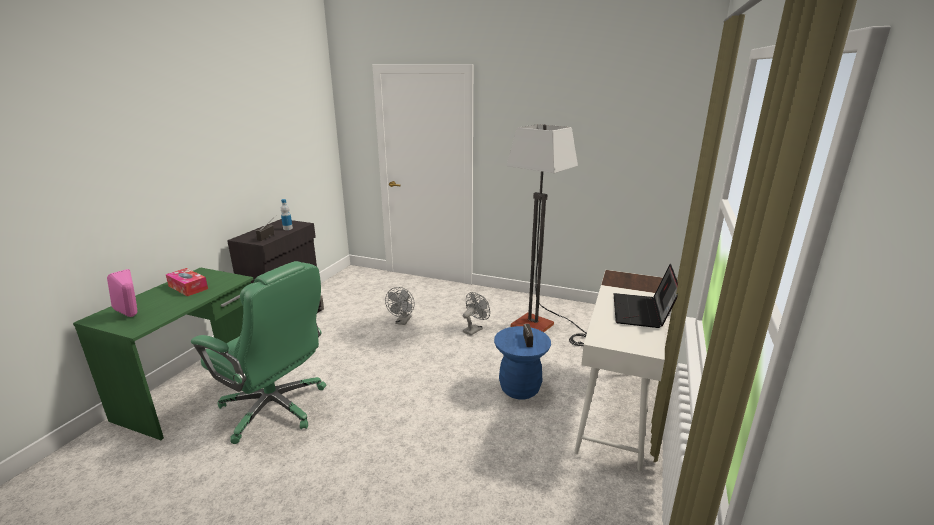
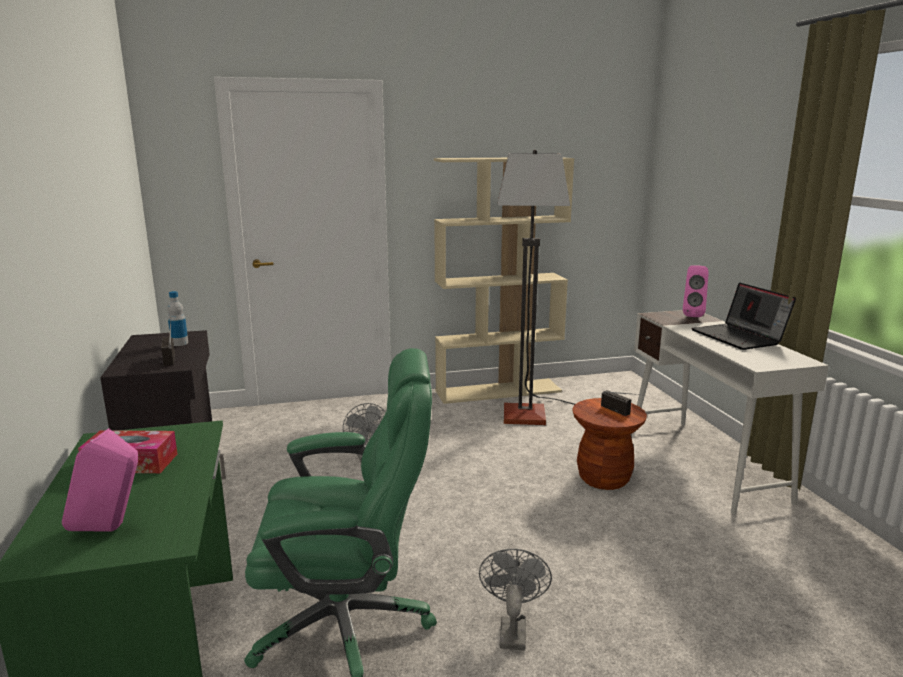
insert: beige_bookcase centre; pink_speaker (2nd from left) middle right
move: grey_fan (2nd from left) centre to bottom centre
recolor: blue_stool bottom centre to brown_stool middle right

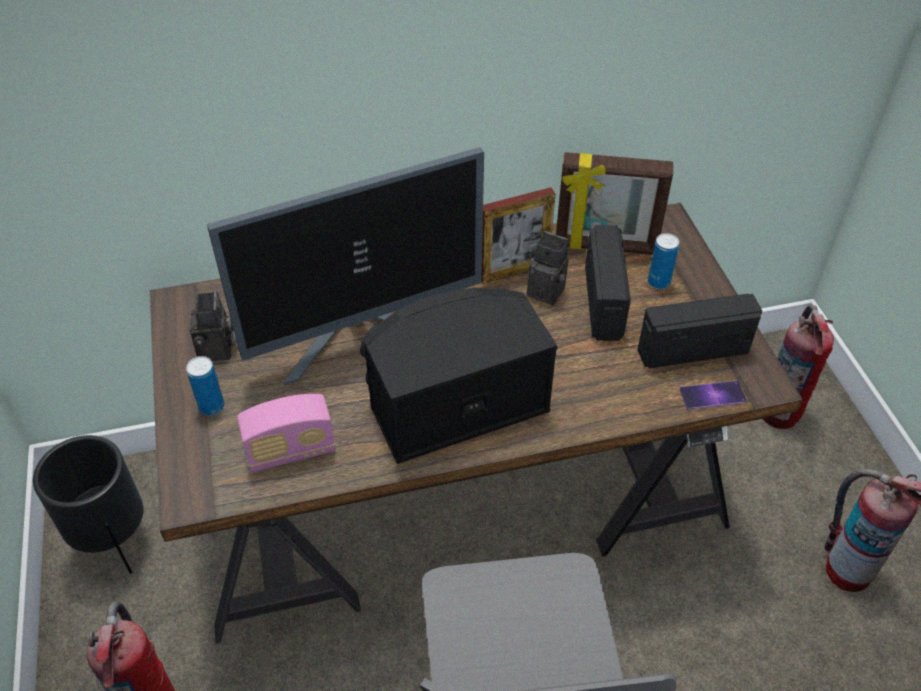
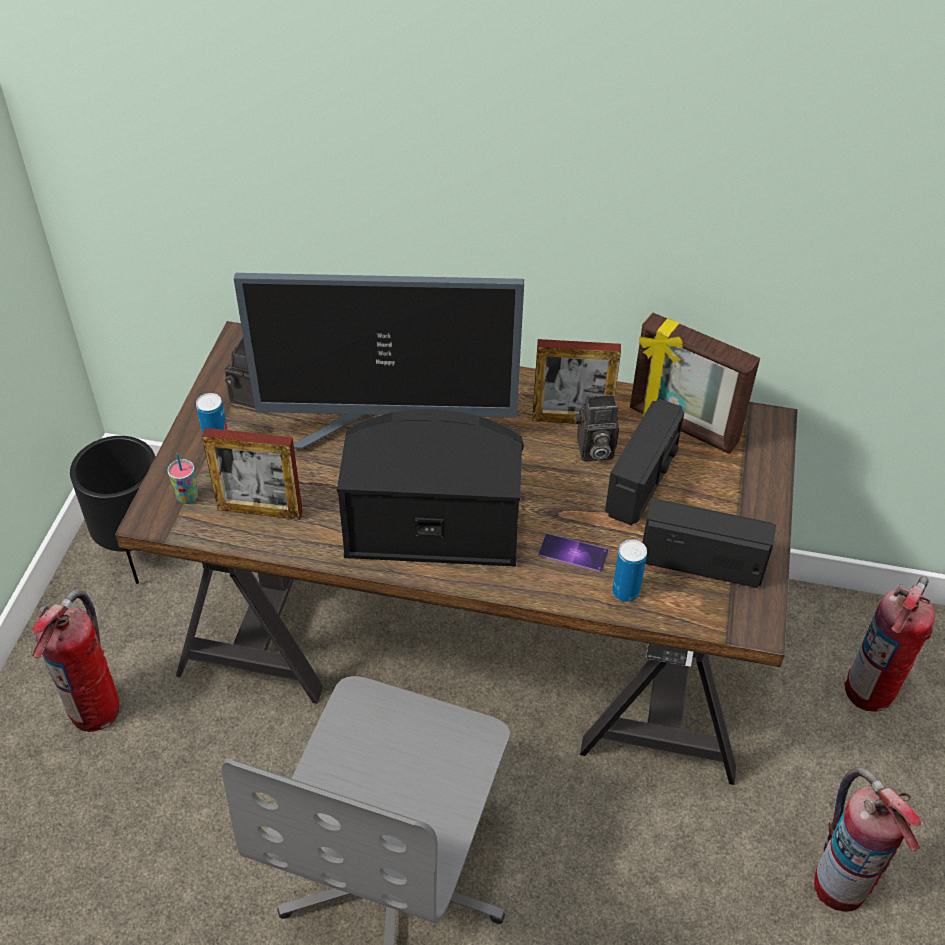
insert: cup middle left
move: can (2nd from left) middle right to centre; phone middle right to centre
replace: radio (1st from left) middle left to picture_frame (1st from left) middle left
rotate: photo_camera (2nd from left) centre = centre 120 degrees clockwise

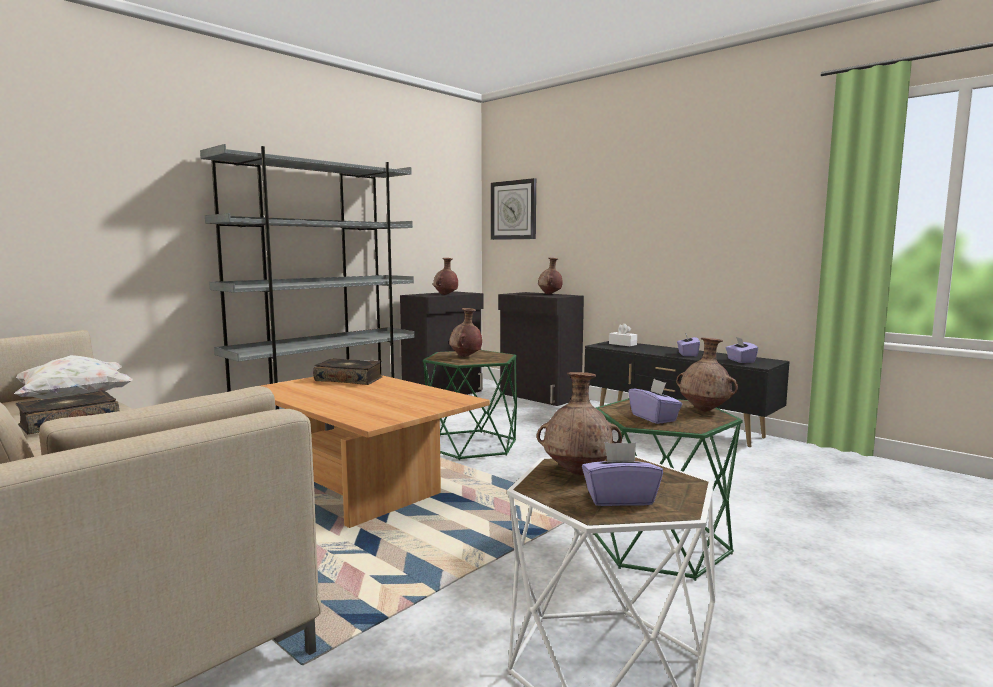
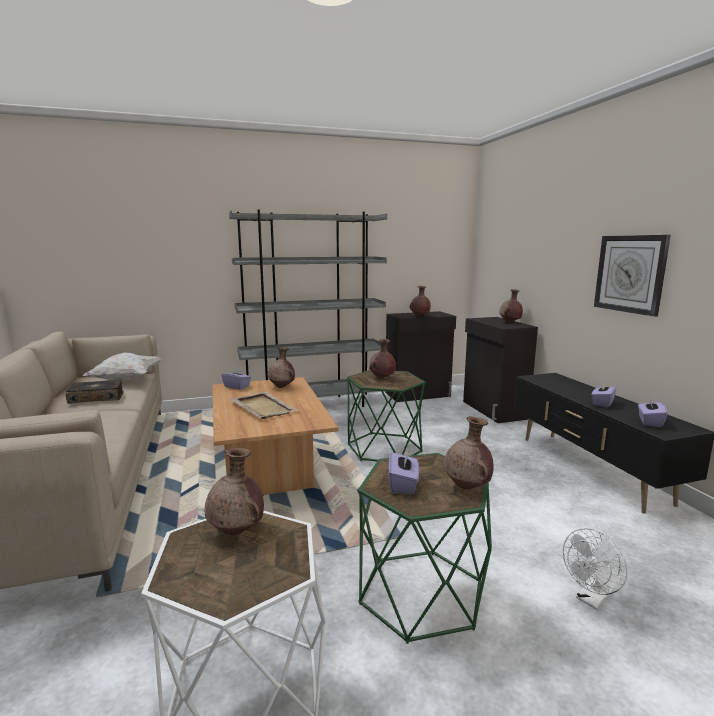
delete: white_tissue_box centre
insert: beige_tray centre; white_fan bottom right
move: wall_clock top centre to middle right; purple_tissue_box (1st from left) bottom centre to middle left
replace: book (2nd from left) centre to brown_vase (2nd from left) centre

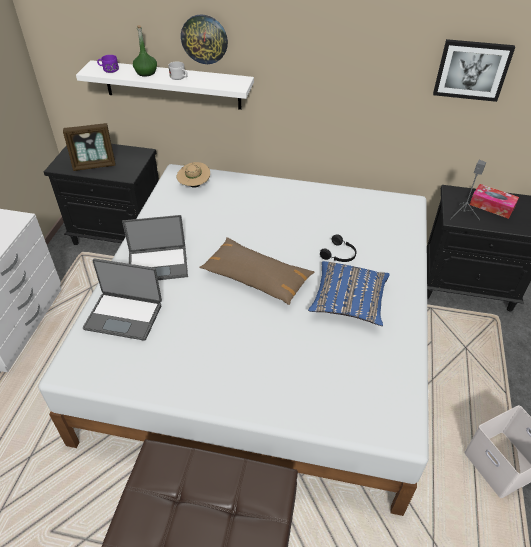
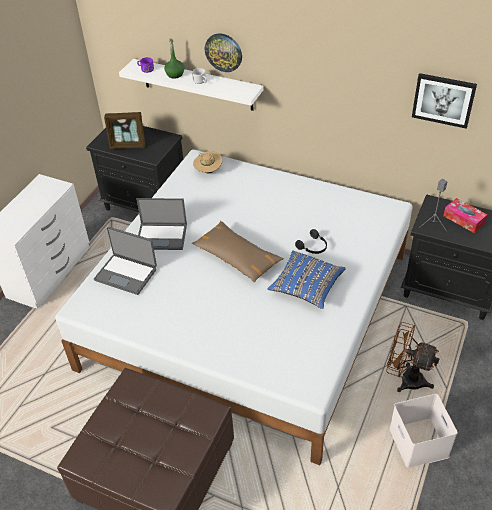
insert: brown_fan bottom right

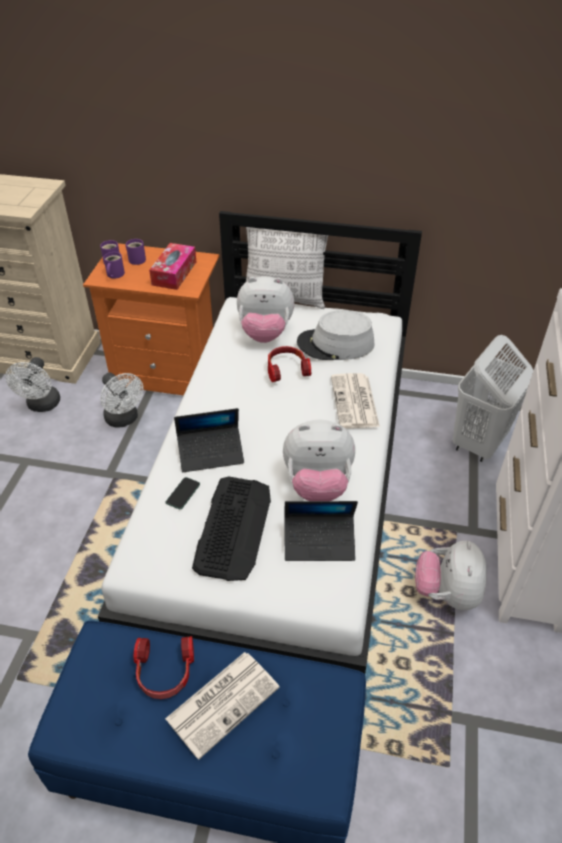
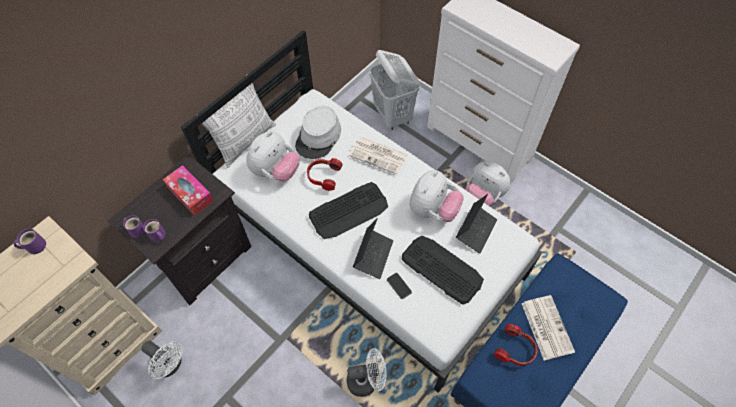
insert: keyboard (1st from left) centre
move: white_fan (2nd from left) middle left to bottom centre; purple_mug (3rd from left in the first image) top left to purple_mug (1st from left) middle left
recolor: orange_nightstand middle left to black_nightstand middle left

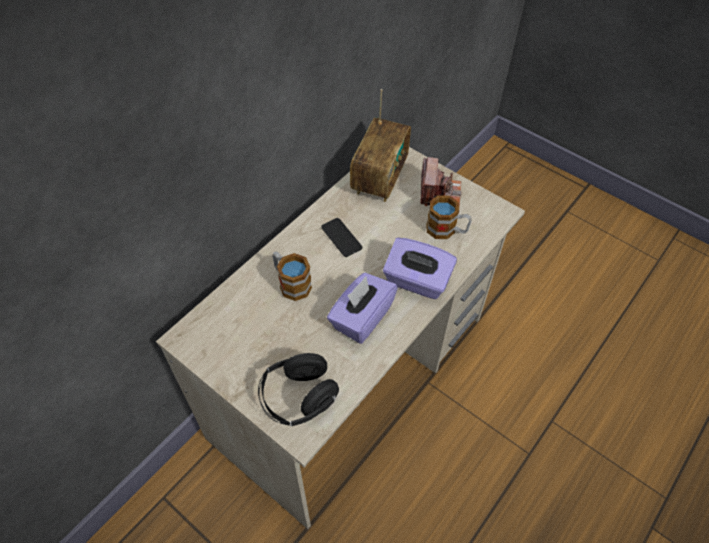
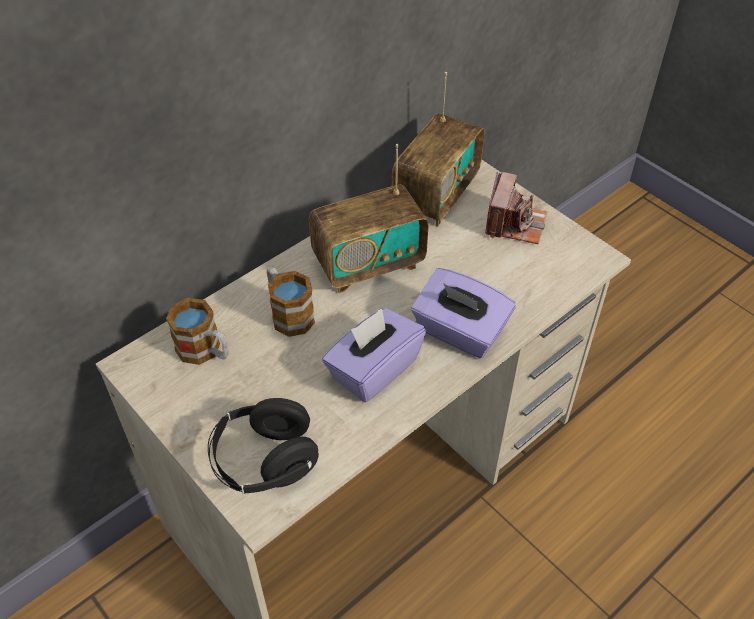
move: mug (2nd from left in the first image) centre to mug (1st from left) middle left
replace: phone centre to radio (1st from left) centre

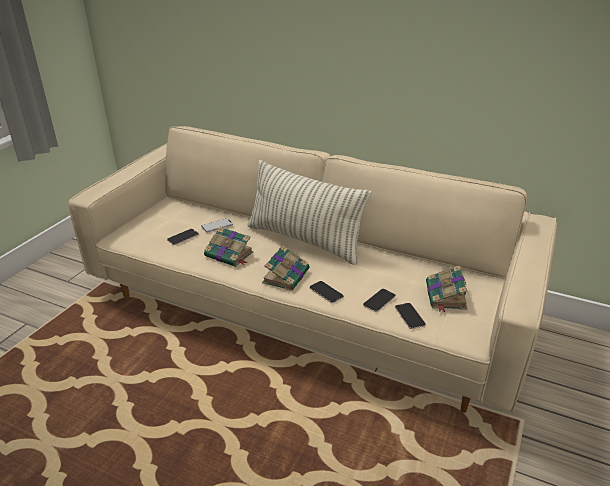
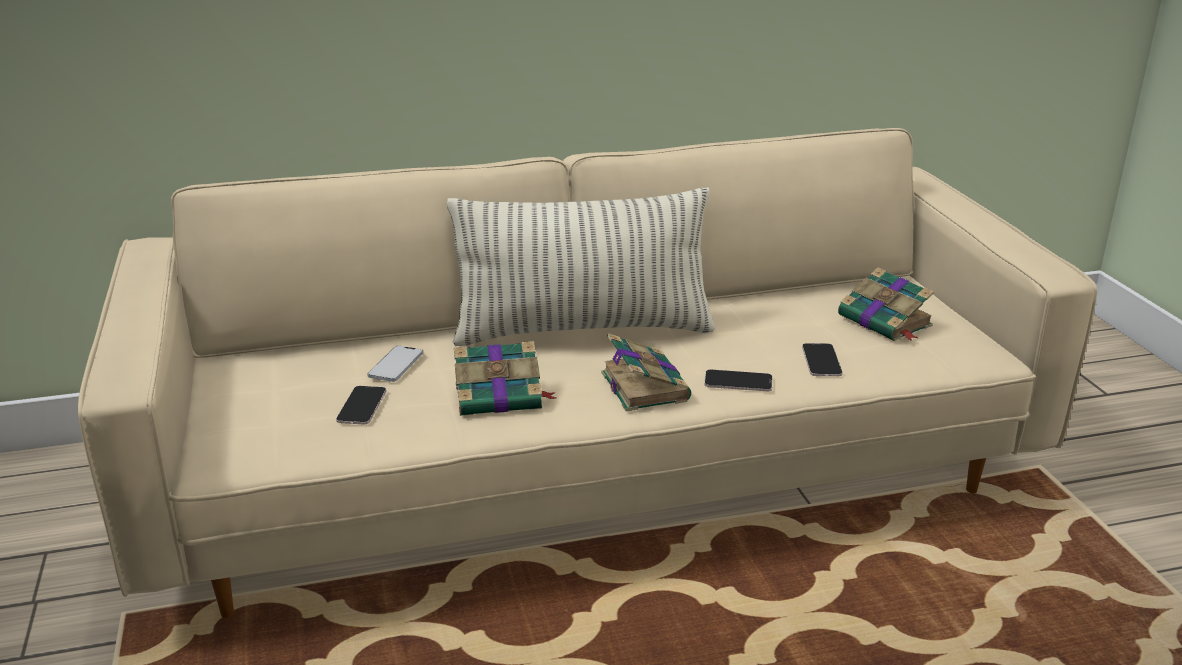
delete: phone (5th from left) middle right

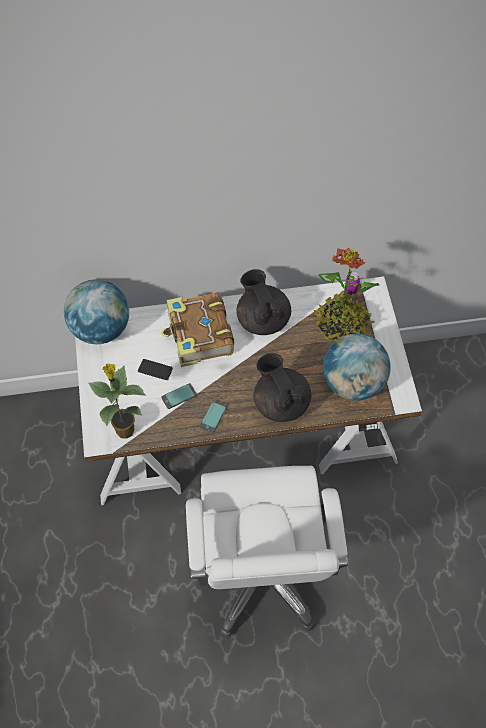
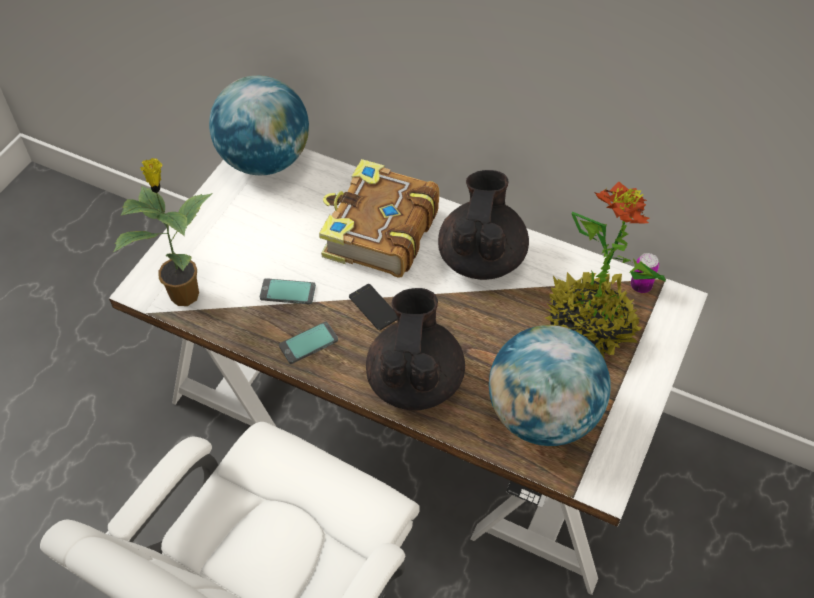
move: phone (1st from left in the first image) middle left to phone (3rd from left) centre

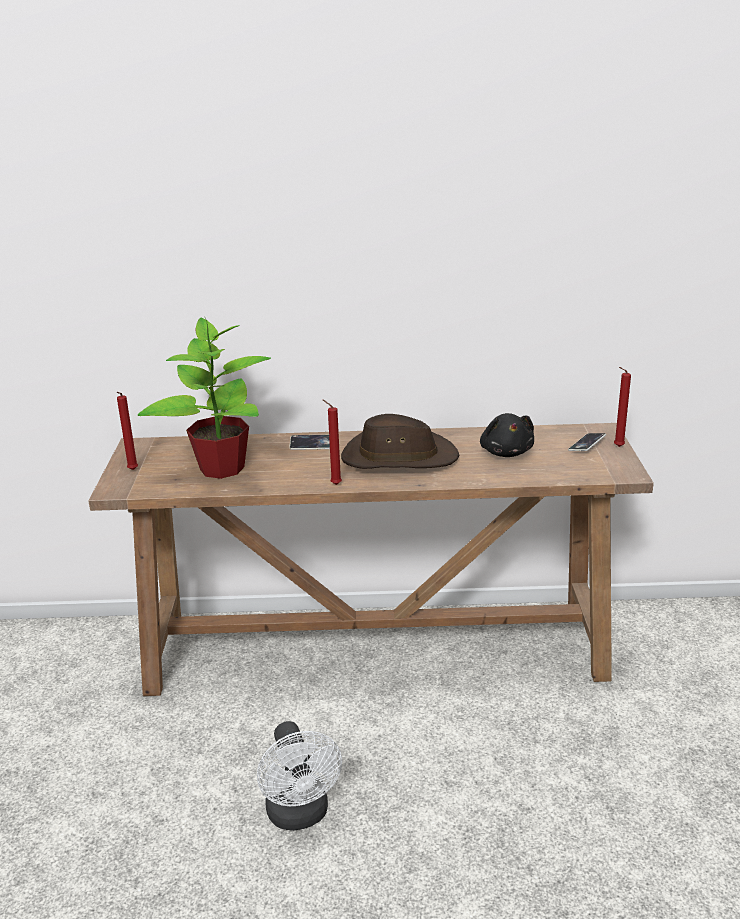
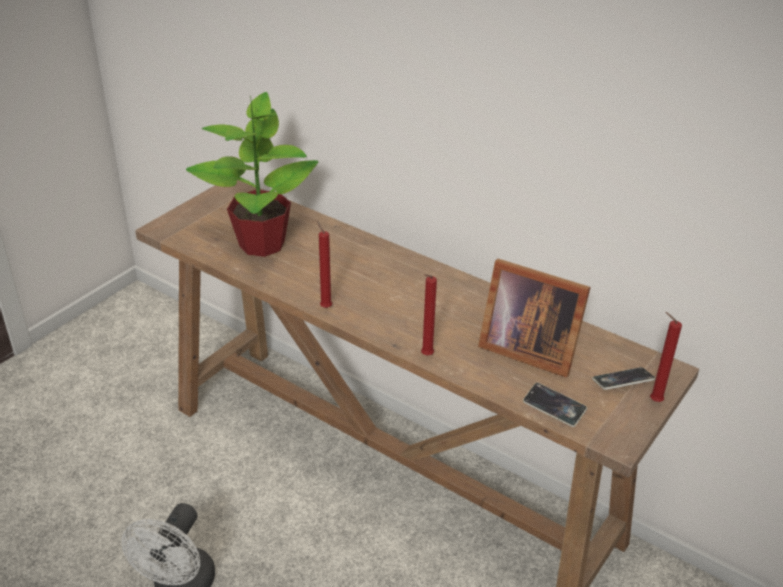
delete: brown_hat centre
move: red_candle (1st from left in the first image) middle left to red_candle (2nd from left) centre; phone (1st from left) centre to bottom right
replace: black_plush_toy middle right to picture_frame middle right

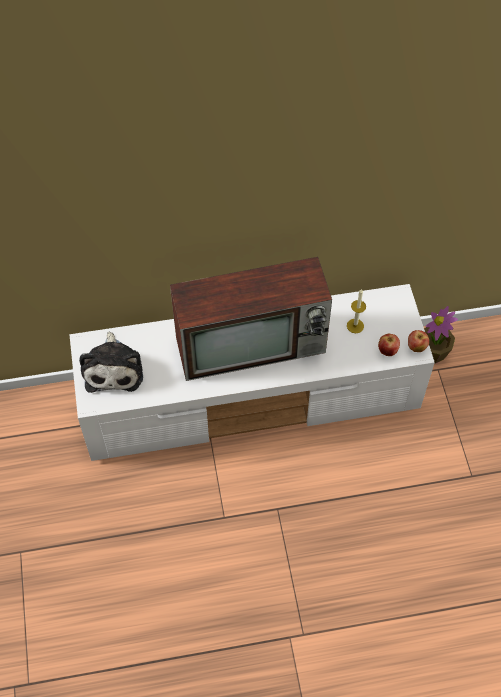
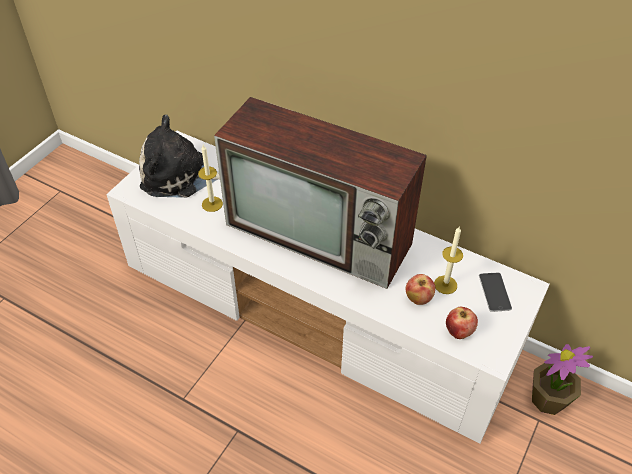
insert: candle (1st from left) middle left; phone middle right
move: apple (2nd from left in the first image) middle right to apple (1st from left) centre
rotate: plush_toy middle left = top left 60 degrees clockwise

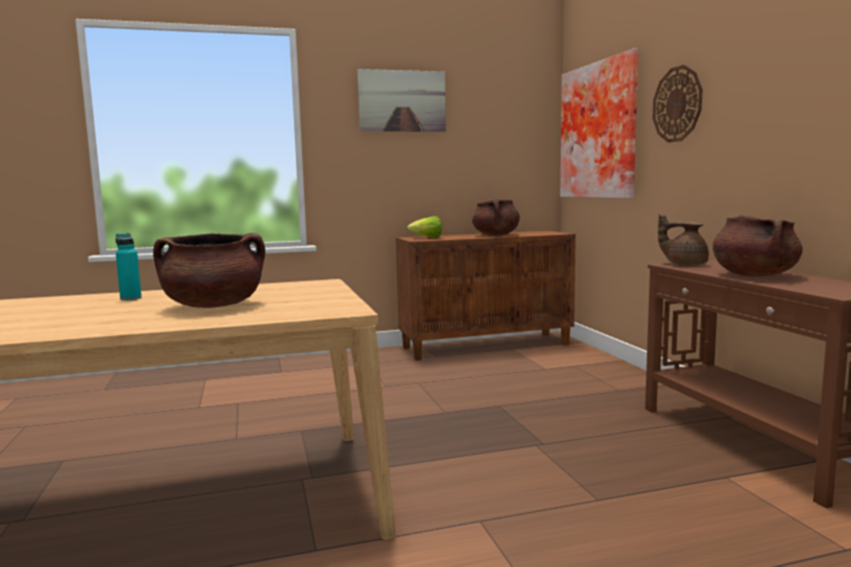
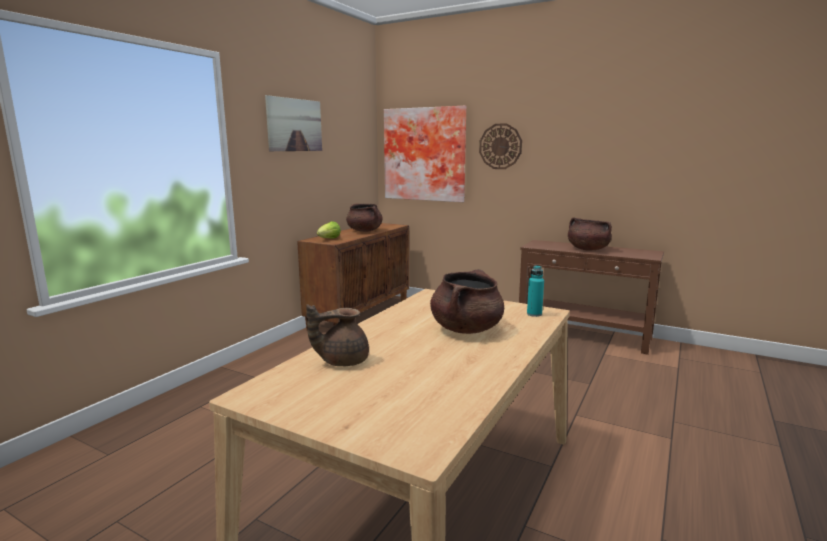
move: turquoise_bottle middle left to centre; brown_teapot middle right to centre

